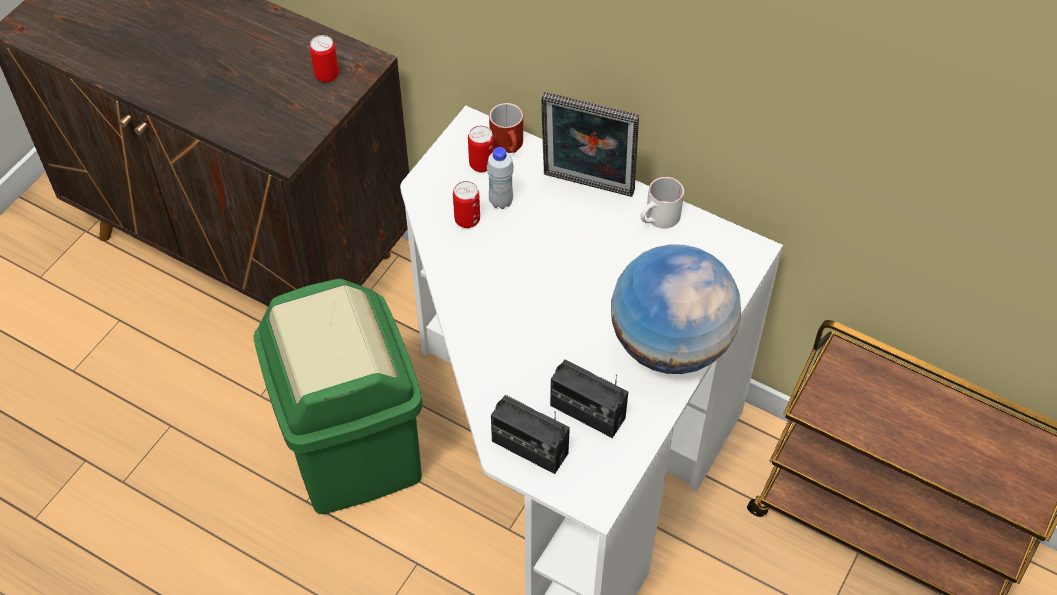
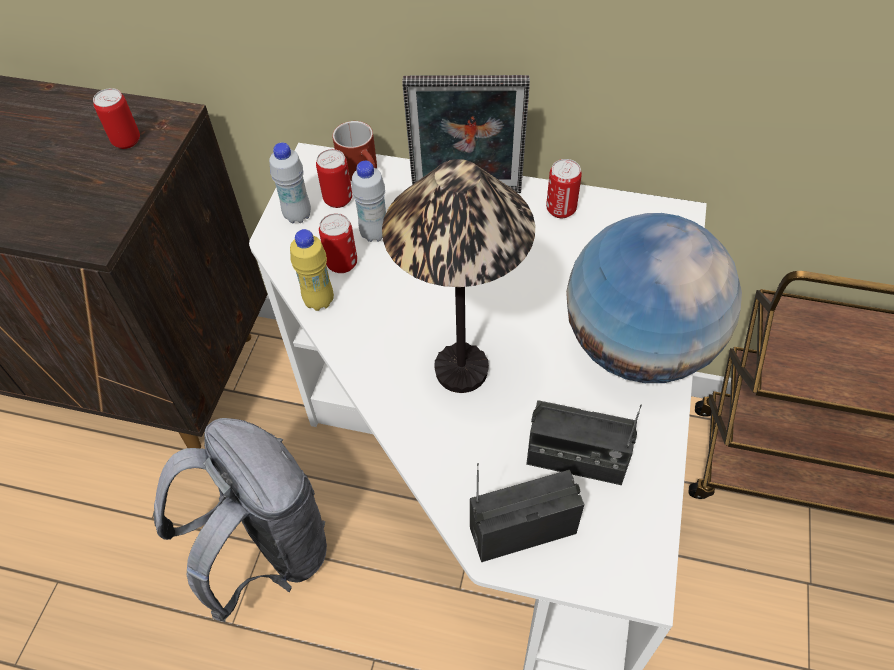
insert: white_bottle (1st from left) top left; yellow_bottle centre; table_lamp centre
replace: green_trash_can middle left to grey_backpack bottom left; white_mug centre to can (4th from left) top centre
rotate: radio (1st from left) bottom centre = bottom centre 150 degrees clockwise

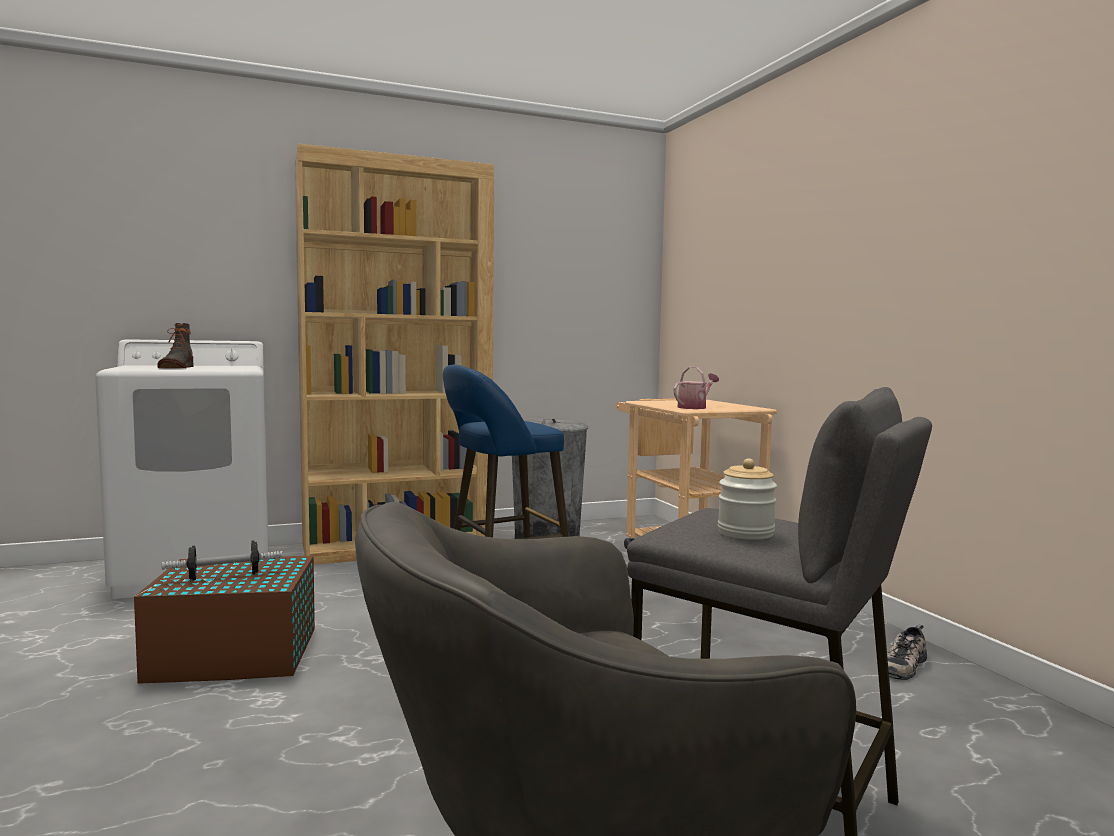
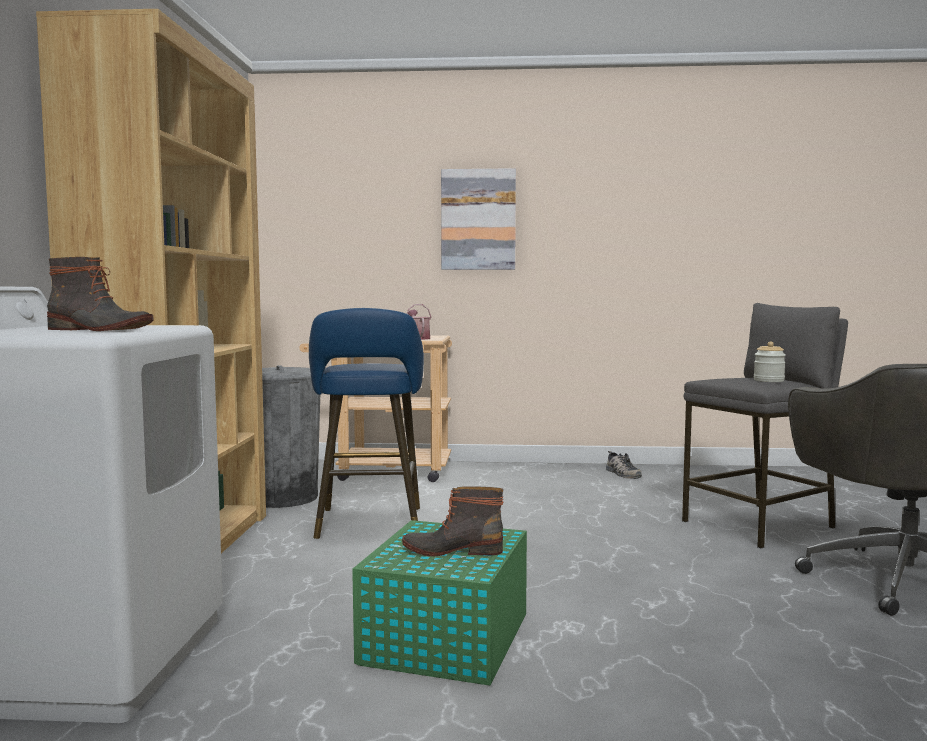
insert: picture top centre
replace: dumbbell bottom left to boot (2nd from left) bottom centre
recolor: brown_storage_box bottom left to green_storage_box bottom centre

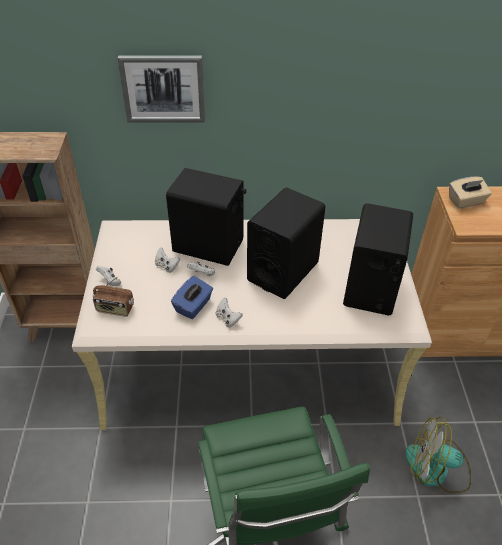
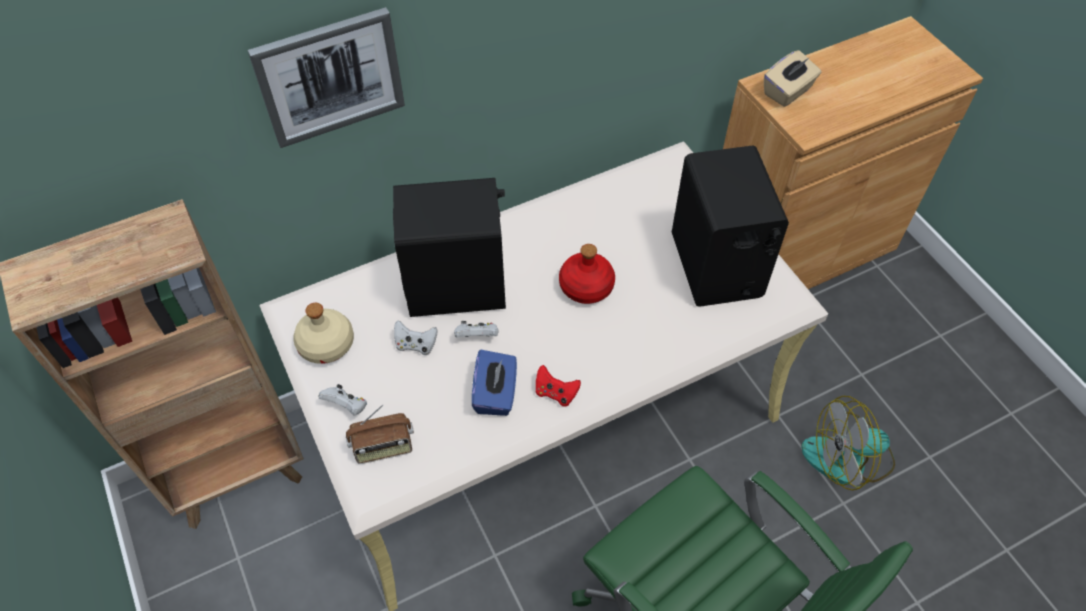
insert: beige_bottle middle left
replace: black_speaker (2nd from left) centre to red_bottle centre
recolor: white_game_controller (4th from left) centre to red_game_controller centre

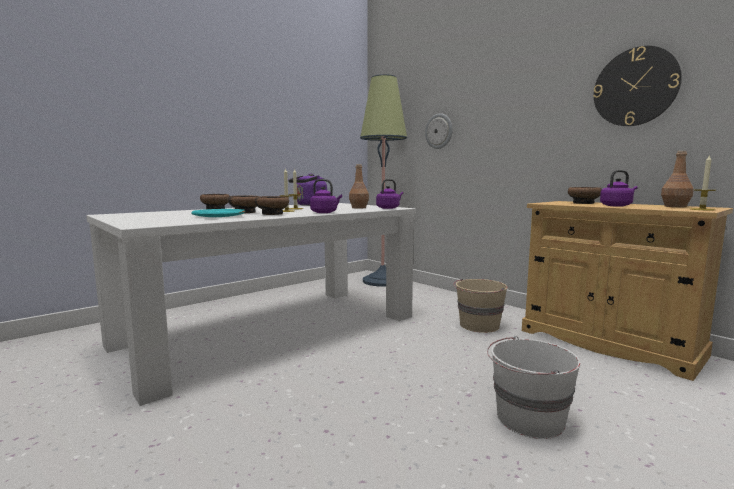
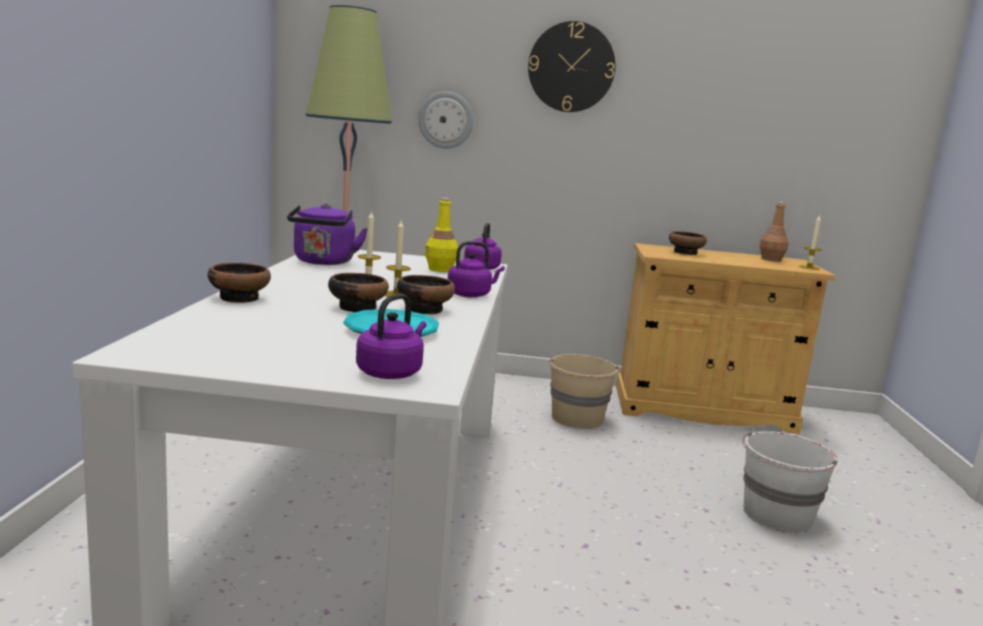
move: wall_clock (2nd from left) top right to top centre; purple_kettle (4th from left in the first image) middle right to purple_kettle (2nd from left) centre
recolor: brown_bottle (1st from left) centre to yellow_bottle centre

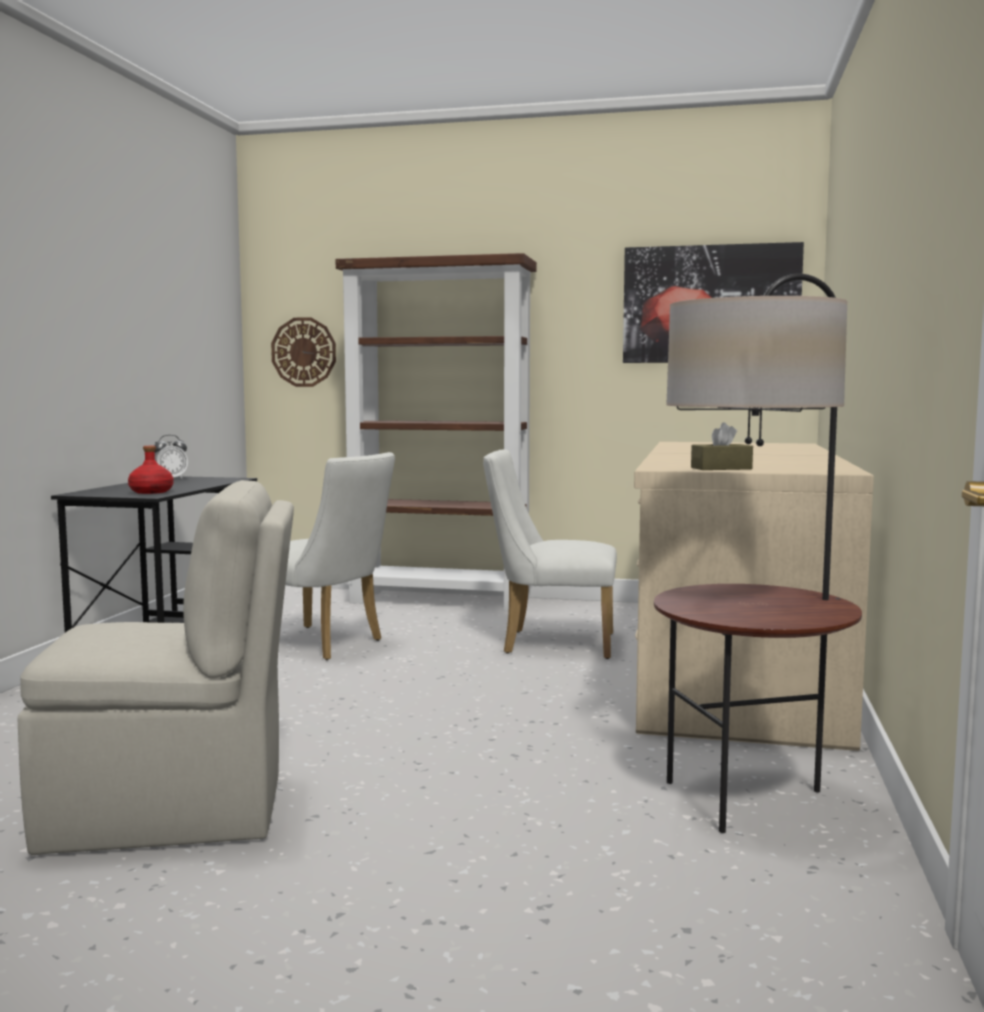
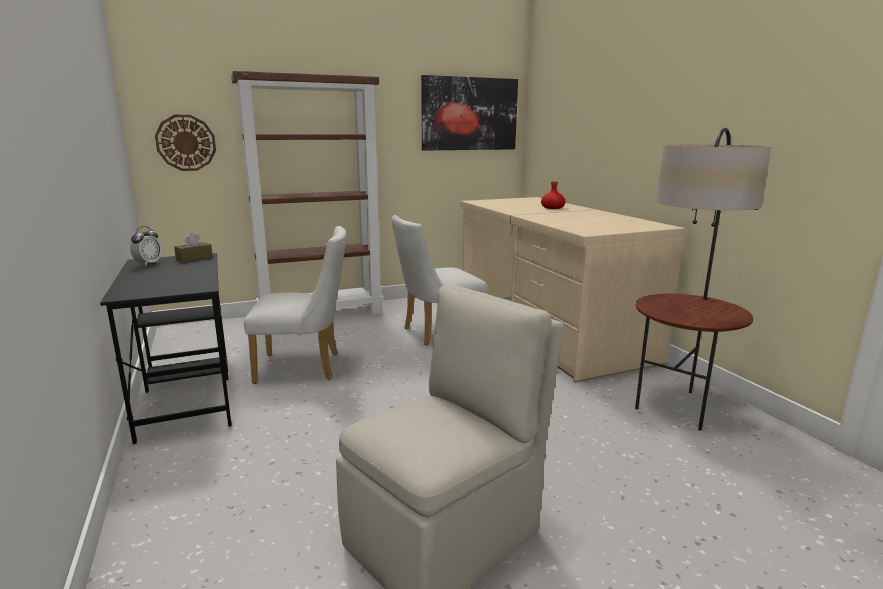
move: red_bottle middle left to top centre; brown_tissue_box middle right to middle left

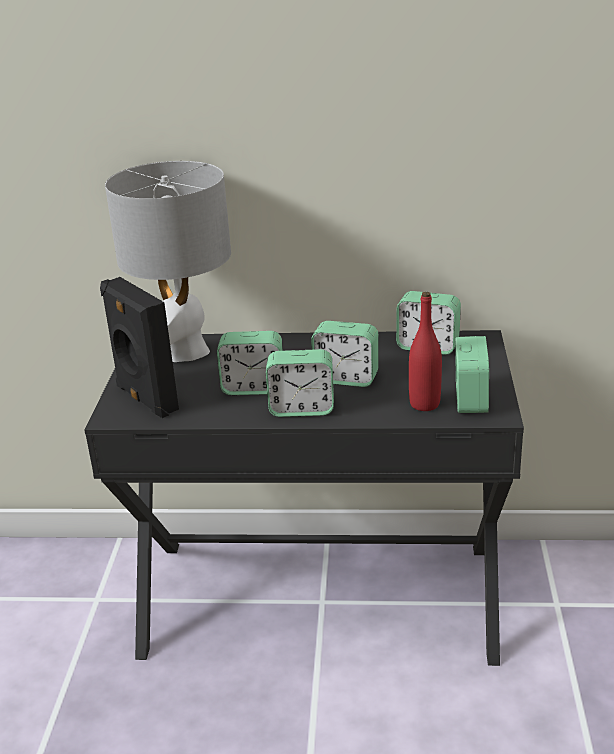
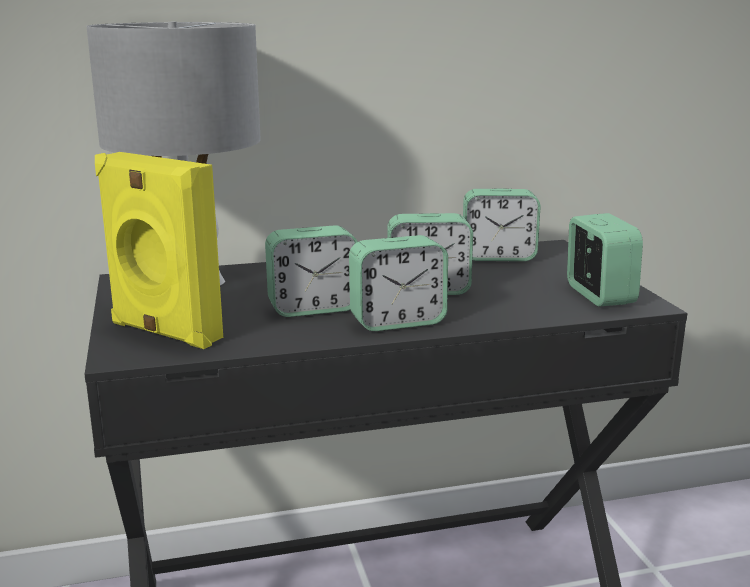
delete: red_bottle middle right
recolor: black_speaker middle left to yellow_speaker middle left

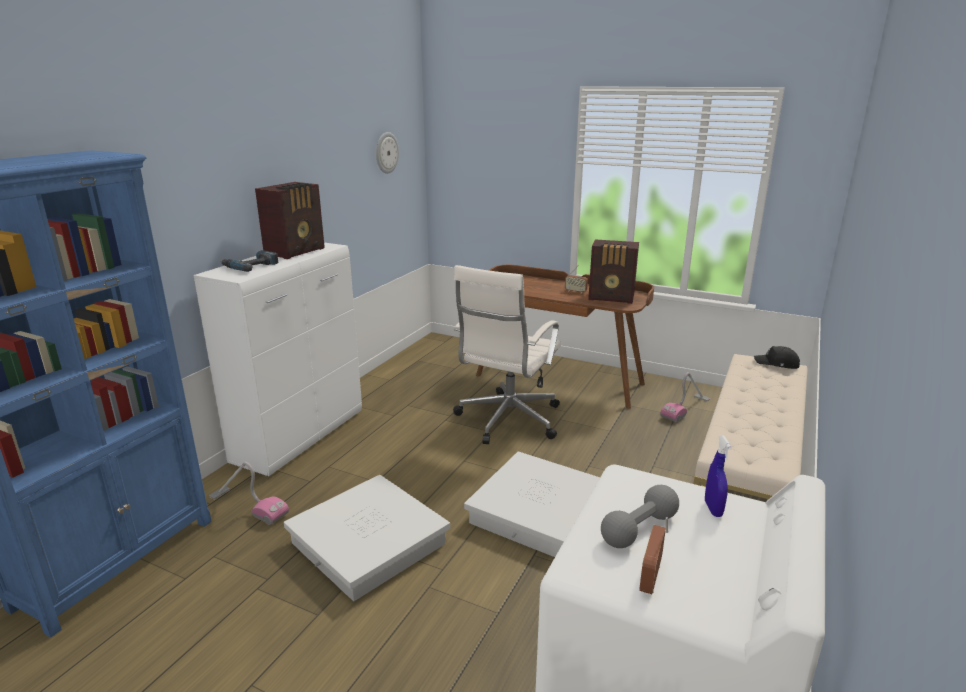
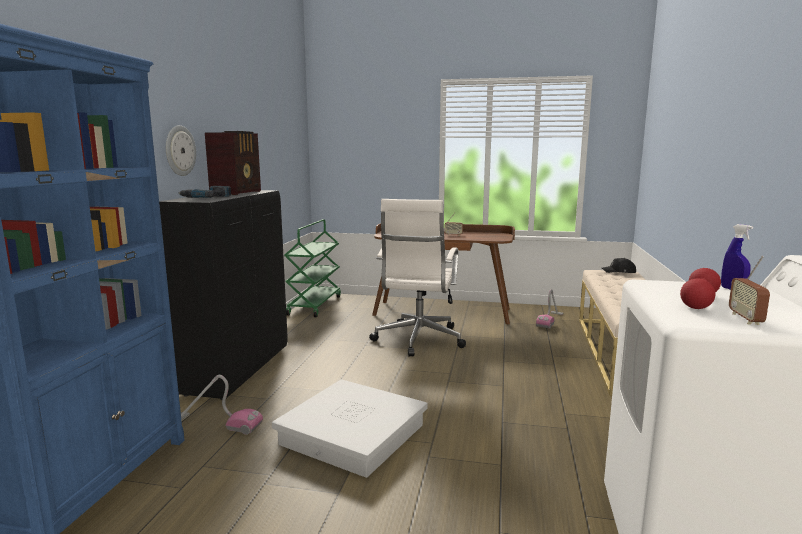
delete: white_storage_box (2nd from left) bottom centre; radio (3rd from left) centre
insert: green_cart centre
move: wall_clock top centre to top left
recolor: white_cabinet middle left to black_cabinet middle left; grey_dumbbell bottom centre to red_dumbbell middle right

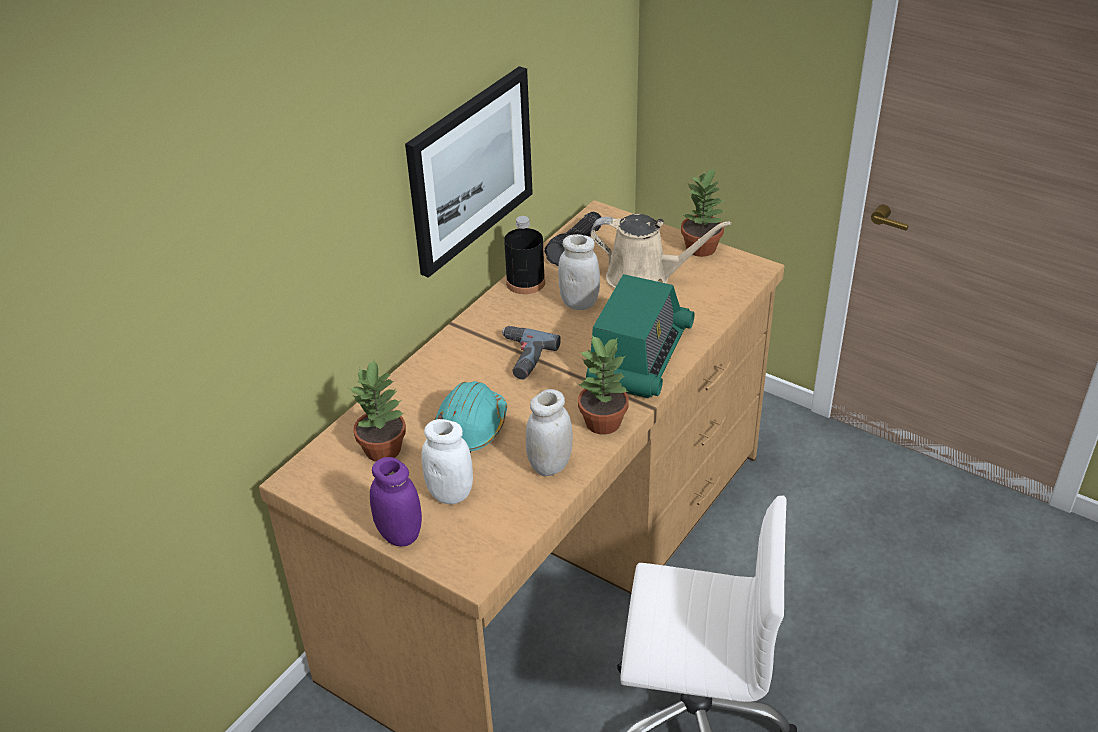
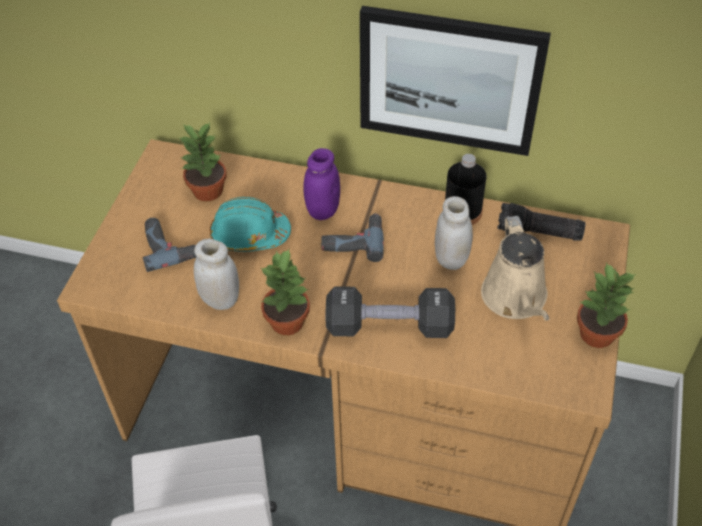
move: purple_jar bottom centre to centre
replace: white_jar (1st from left) centre to power_drill (1st from left) middle left; radio centre to black_dumbbell centre

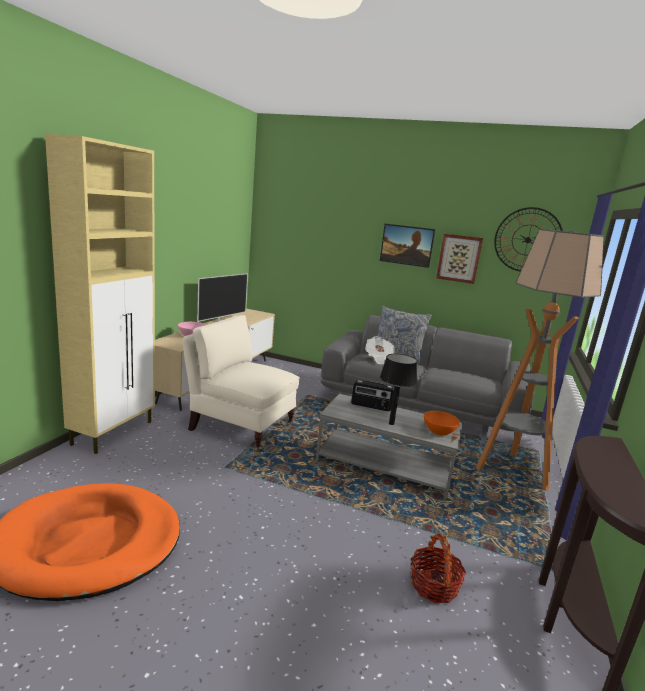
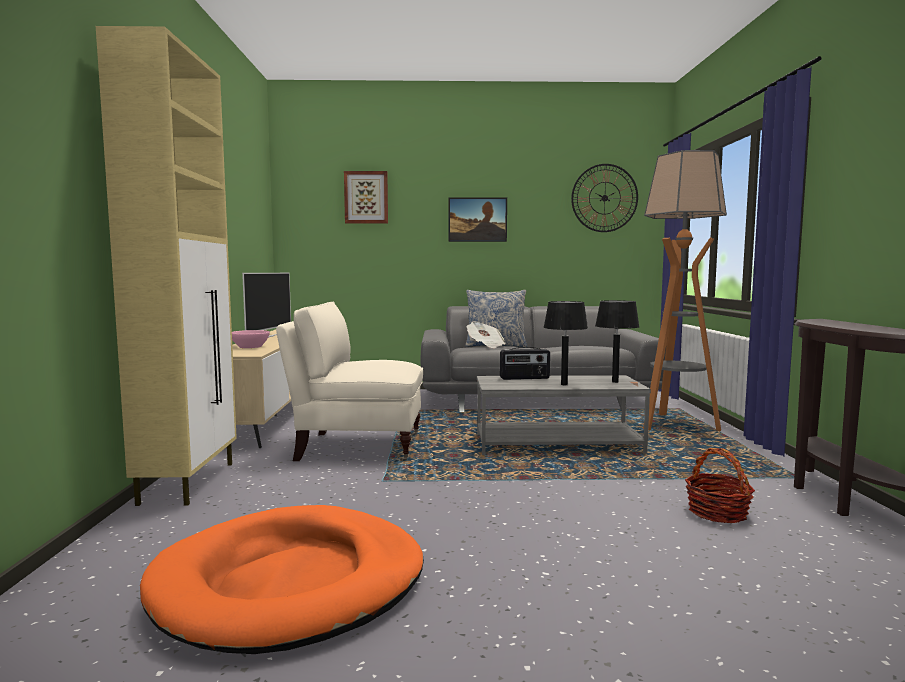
move: picture (2nd from left in the first image) middle right to picture (1st from left) top centre
replace: orange_bowl middle right to black_table_lamp (2nd from left) middle right

